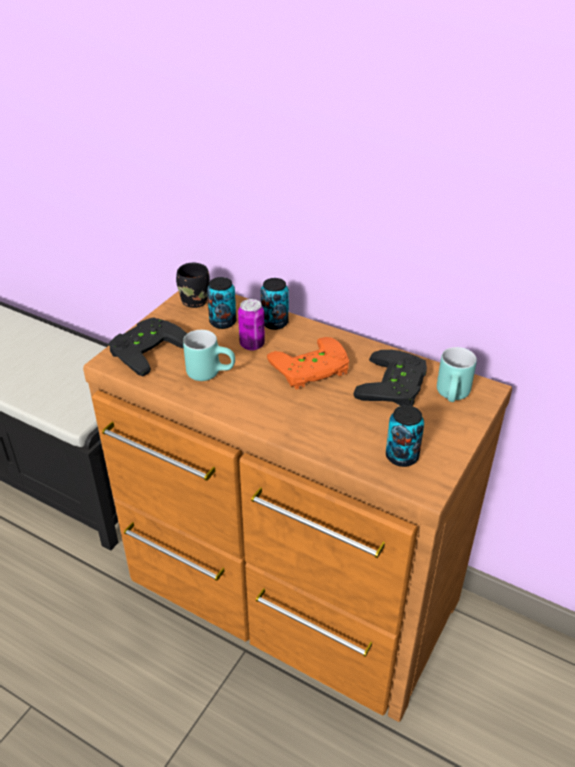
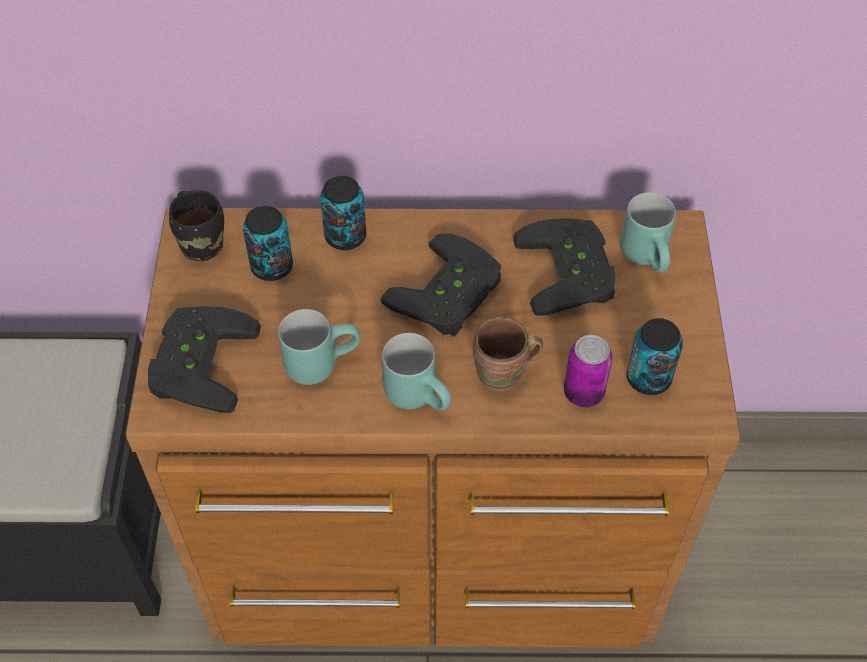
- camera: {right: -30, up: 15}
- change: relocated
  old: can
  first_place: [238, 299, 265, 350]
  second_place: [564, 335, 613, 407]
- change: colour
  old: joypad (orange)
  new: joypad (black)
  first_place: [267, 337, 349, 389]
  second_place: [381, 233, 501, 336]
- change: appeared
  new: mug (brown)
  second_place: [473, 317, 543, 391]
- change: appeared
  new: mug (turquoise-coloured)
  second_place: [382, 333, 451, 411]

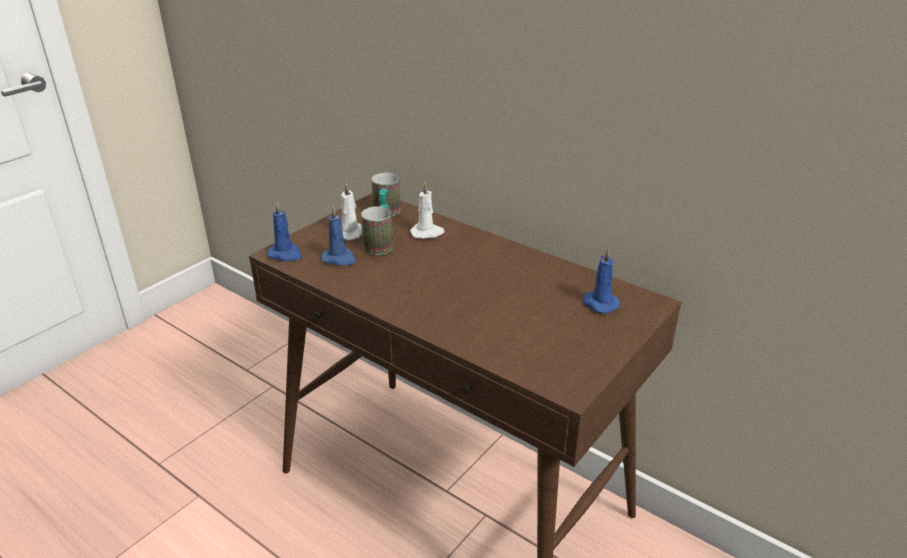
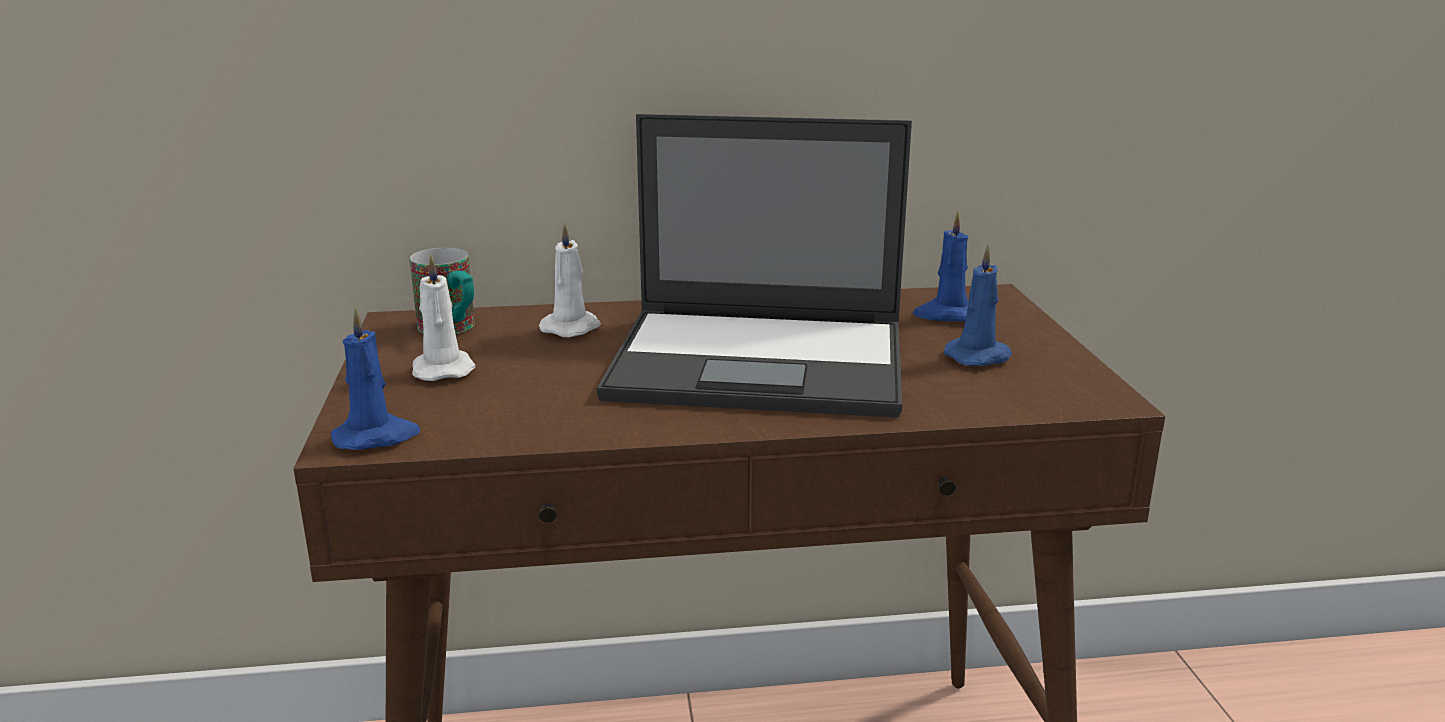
- camera: {right: -45, up: -10}
- change: missing
  old: mug
  first_place: [361, 204, 393, 255]
- change: relocated
  old: candle (blue)
  first_place: [321, 206, 357, 266]
  second_place: [944, 244, 1012, 366]
- change: appeared
  new: notebook computer
  second_place: [597, 114, 912, 418]

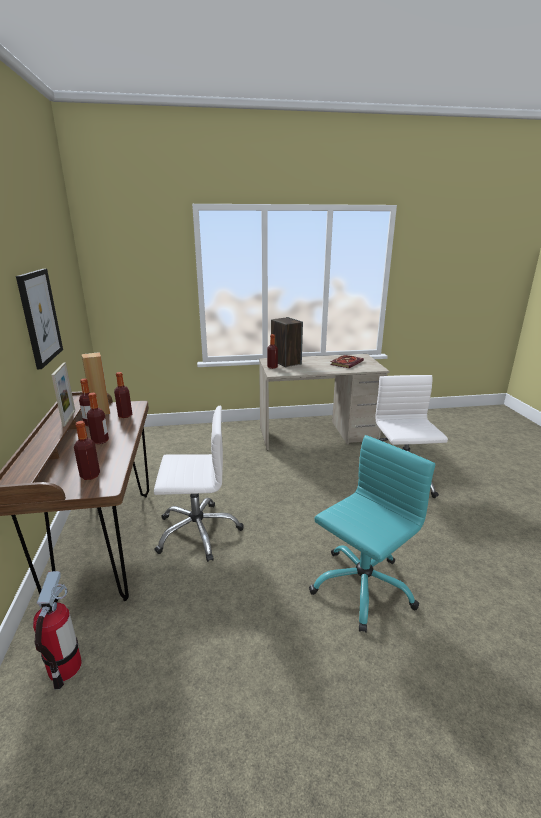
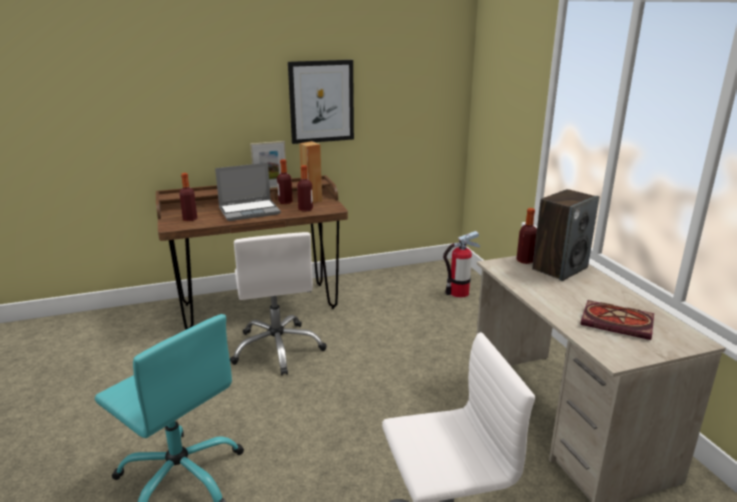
- camera: {right: 80, up: 0}
- change: exchanged
  old: drink bottle
  new: notebook computer
  first_place: [87, 393, 109, 444]
  second_place: [215, 163, 281, 221]
- change: relocated
  old: fire-fighting cylinder
  first_place: [33, 571, 82, 689]
  second_place: [443, 231, 480, 298]

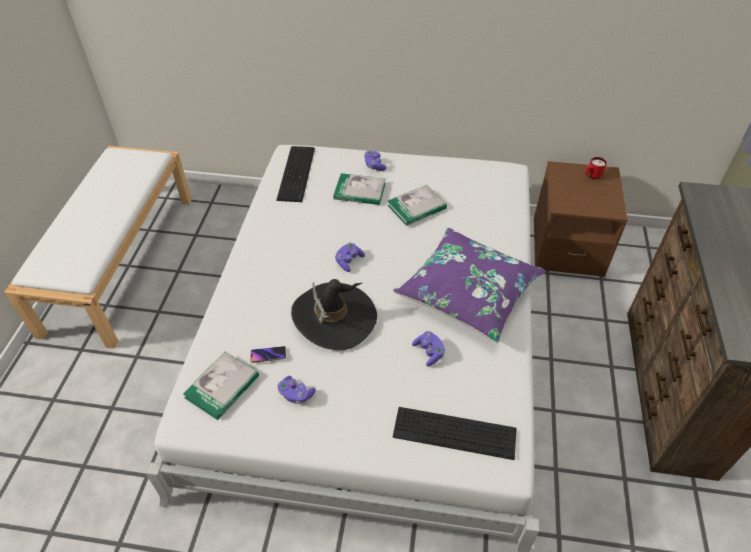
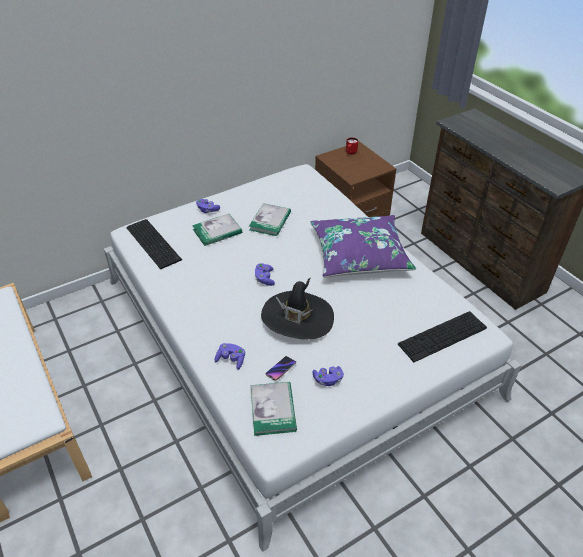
- camera: {right: -40, up: -5}
- change: relocated
  old: joypad (purplish)
  first_place: [412, 331, 445, 367]
  second_place: [215, 343, 245, 370]

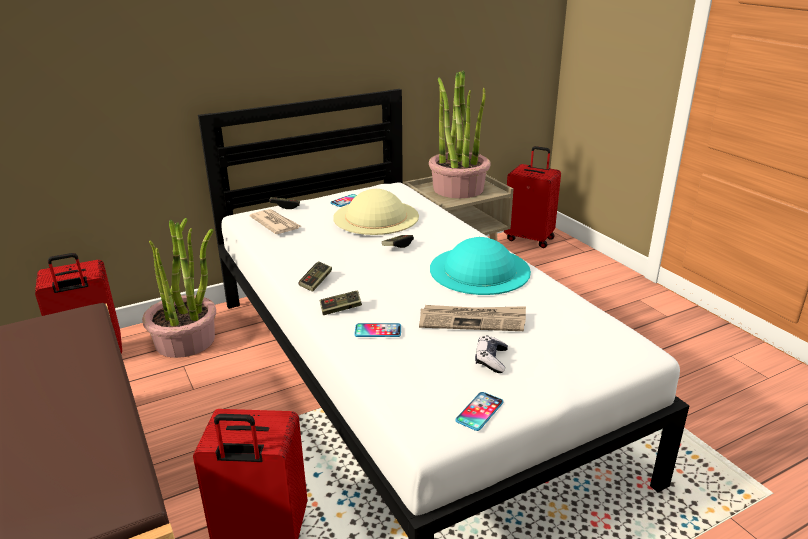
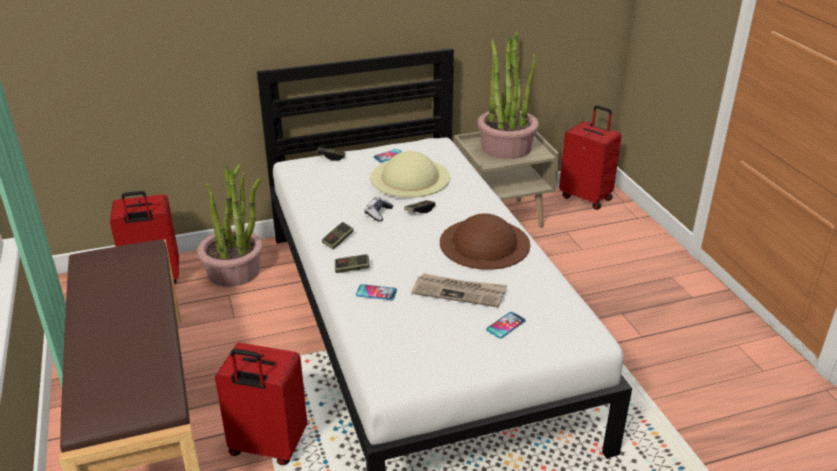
- camera: {right: 10, up: 5}
- change: missing
  old: printed paper
  first_place: [250, 209, 301, 234]
- change: colour
  old: wearable hat (turquoise-coloured)
  new: wearable hat (brown)
  first_place: [430, 237, 531, 295]
  second_place: [440, 213, 530, 270]
- change: relocated
  old: joypad
  first_place: [475, 335, 508, 373]
  second_place: [365, 197, 393, 222]
- change: relocated
  old: handset
  first_place: [455, 392, 503, 431]
  second_place: [486, 312, 526, 339]

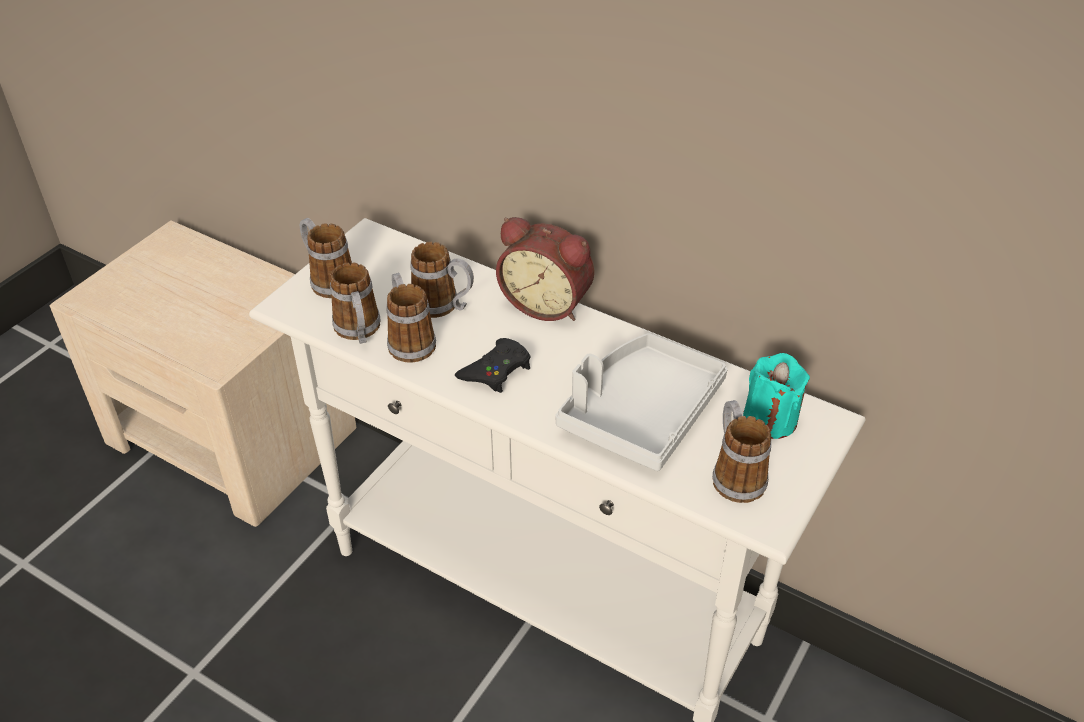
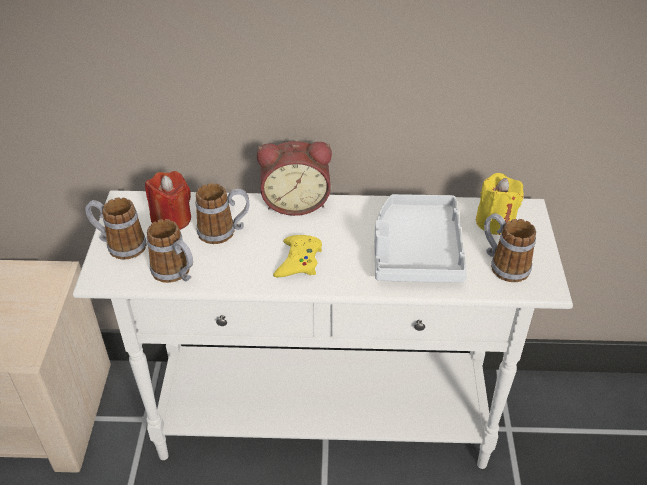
- camera: {right: -30, up: 0}
- change: missing
  old: mug
  first_place: [386, 273, 436, 363]
- change: colour
  old: joypad (black)
  new: joypad (yellowish)
  first_place: [455, 338, 530, 393]
  second_place: [273, 235, 322, 277]
- change: colour
  old: candle (turquoise-coloured)
  new: candle (yellowish)
  first_place: [743, 353, 810, 439]
  second_place: [476, 173, 524, 235]
- change: appeared
  new: candle (reddish)
  second_place: [145, 171, 191, 230]

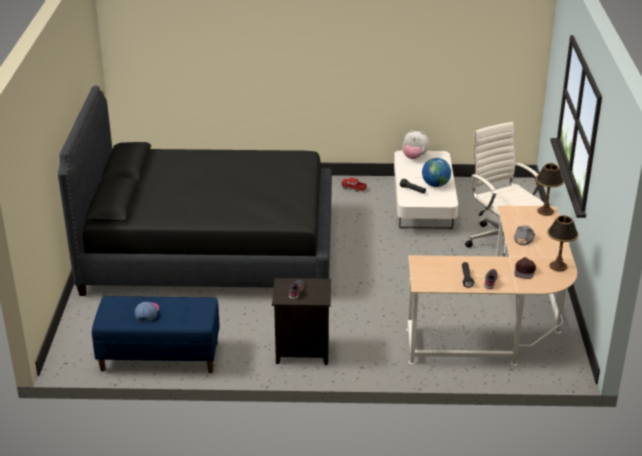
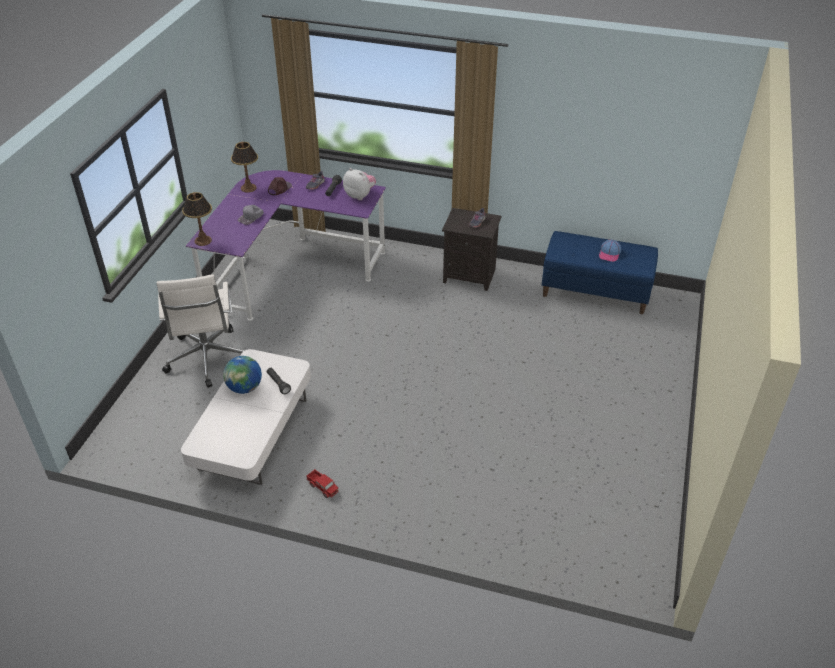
- camera: {right: -165, up: 10}
- change: missing
  old: bed (black)
  first_place: [58, 85, 332, 296]
- change: relocated
  old: soft toy
  first_place: [403, 130, 429, 159]
  second_place: [343, 168, 376, 200]
- change: colour
  old: desk unit (sand-coloured)
  new: desk unit (purplish)
  first_place: [406, 205, 577, 366]
  second_place: [186, 170, 386, 321]

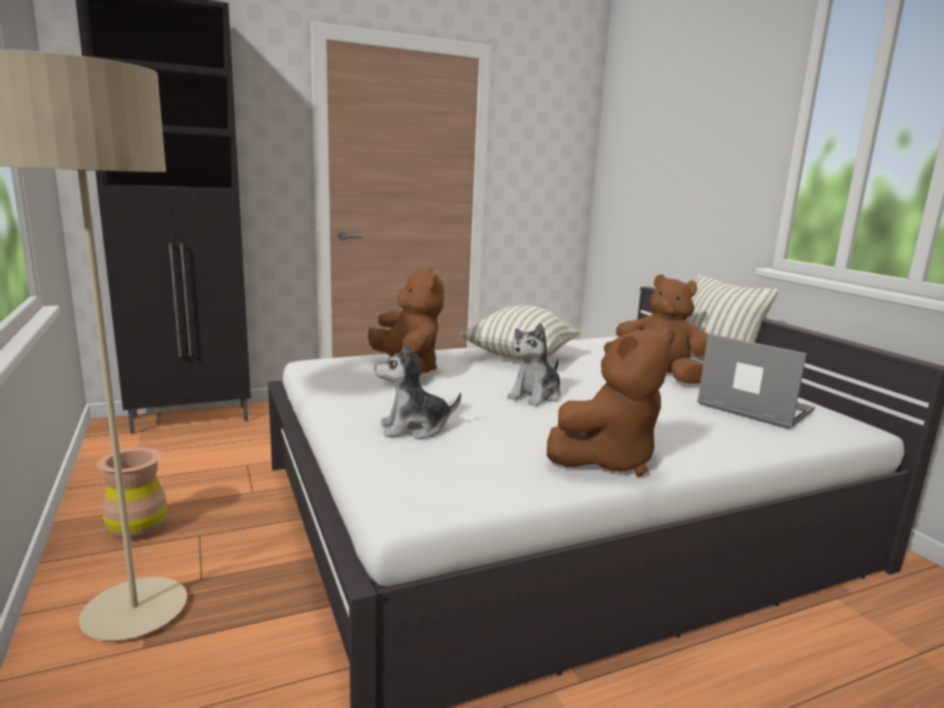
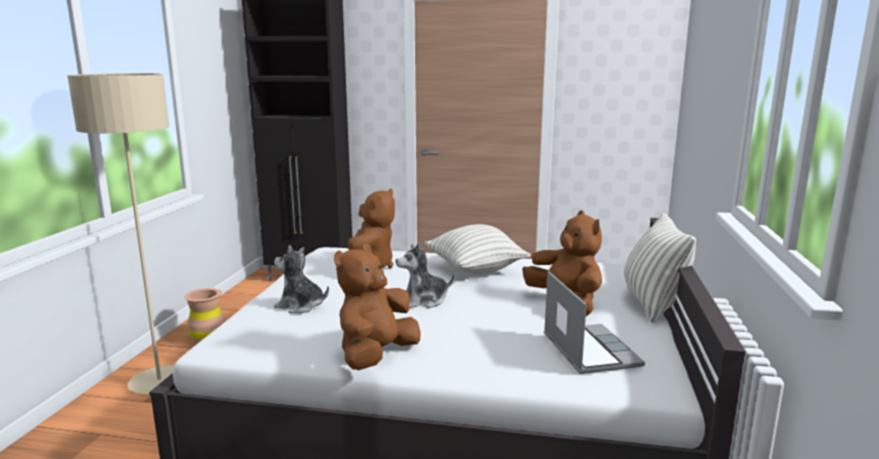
- camera: {right: 35, up: 0}
- change: spun
  old: soft toy (brown)
  first_place: [547, 330, 675, 477]
  second_place: [334, 244, 420, 370]
  degrees: 120

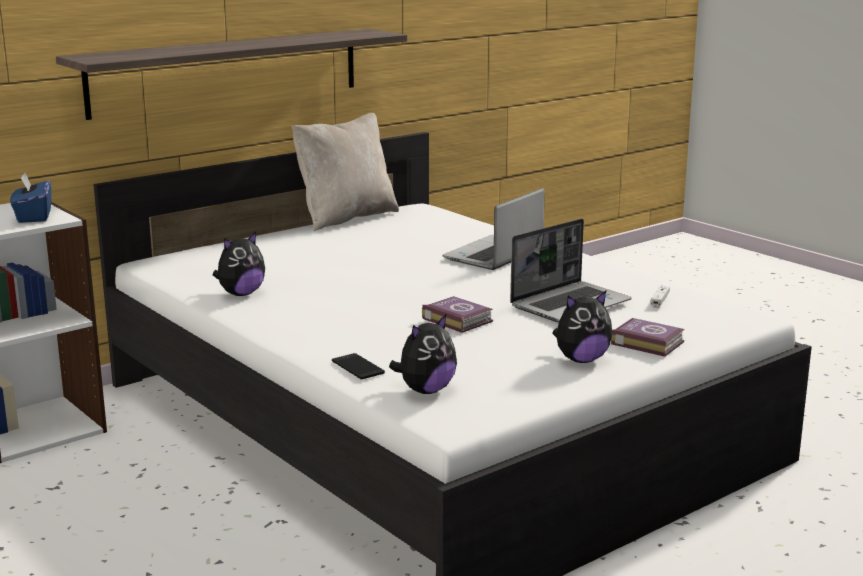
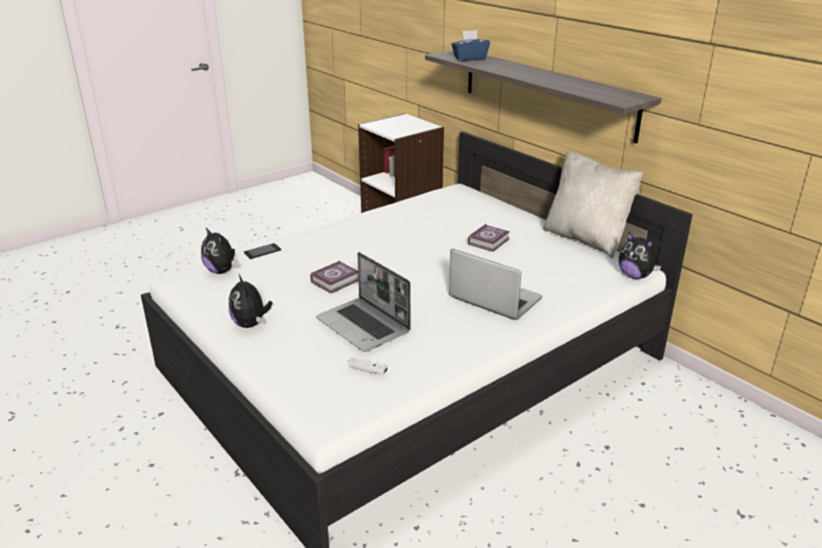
- camera: {right: 90, up: 10}
- change: relocated
  old: tissue box (blue)
  first_place: [10, 173, 51, 223]
  second_place: [451, 30, 490, 61]
- change: relocated
  old: soft toy
  first_place: [213, 231, 265, 296]
  second_place: [619, 232, 661, 279]
- change: relocated
  old: volume
  first_place: [611, 318, 685, 357]
  second_place: [468, 224, 510, 252]

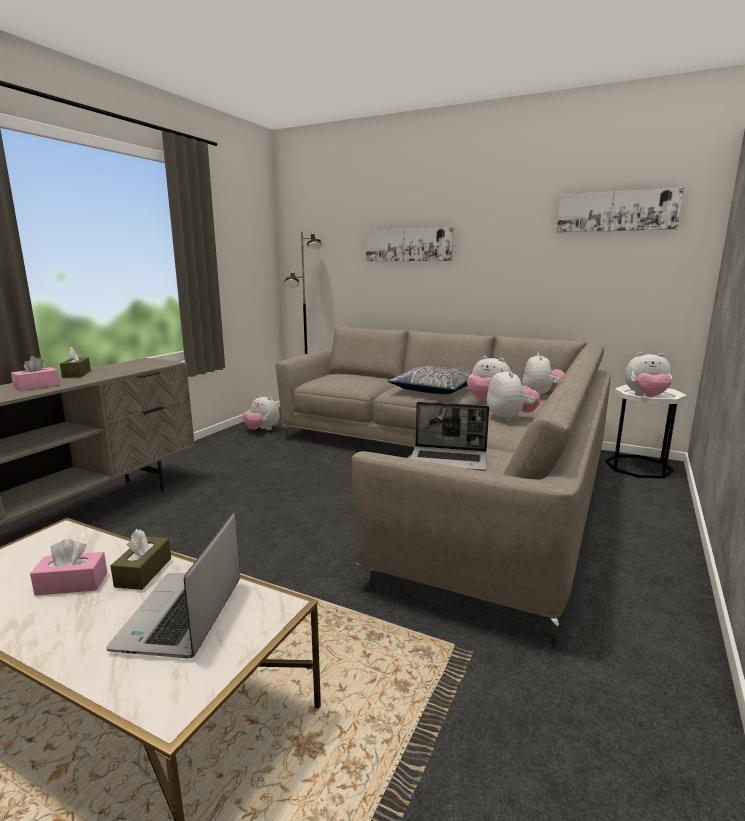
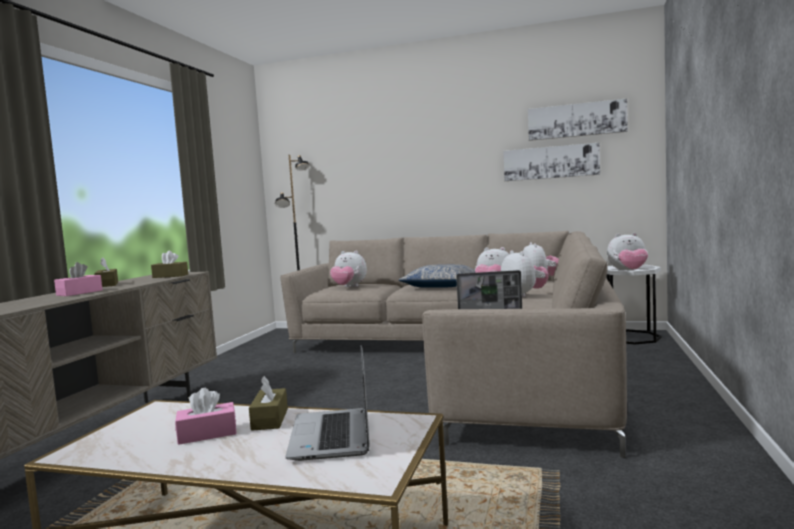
- camera: {right: -10, up: -10}
- change: relocated
  old: wall picture
  first_place: [366, 227, 453, 261]
  second_place: [503, 143, 600, 181]
- change: relocated
  old: soft toy
  first_place: [243, 395, 280, 430]
  second_place: [330, 251, 367, 287]
- change: appeared
  new: tissue box (brown)
  second_place: [151, 251, 188, 278]

